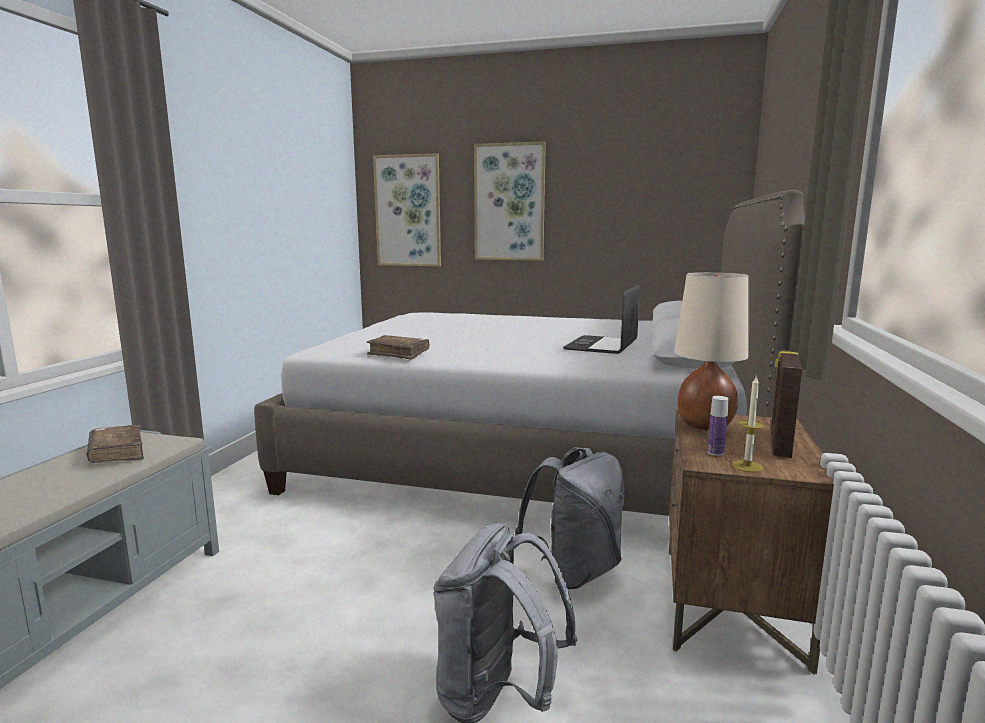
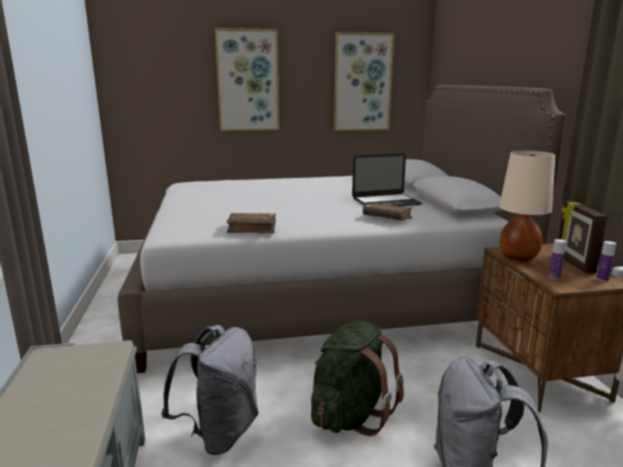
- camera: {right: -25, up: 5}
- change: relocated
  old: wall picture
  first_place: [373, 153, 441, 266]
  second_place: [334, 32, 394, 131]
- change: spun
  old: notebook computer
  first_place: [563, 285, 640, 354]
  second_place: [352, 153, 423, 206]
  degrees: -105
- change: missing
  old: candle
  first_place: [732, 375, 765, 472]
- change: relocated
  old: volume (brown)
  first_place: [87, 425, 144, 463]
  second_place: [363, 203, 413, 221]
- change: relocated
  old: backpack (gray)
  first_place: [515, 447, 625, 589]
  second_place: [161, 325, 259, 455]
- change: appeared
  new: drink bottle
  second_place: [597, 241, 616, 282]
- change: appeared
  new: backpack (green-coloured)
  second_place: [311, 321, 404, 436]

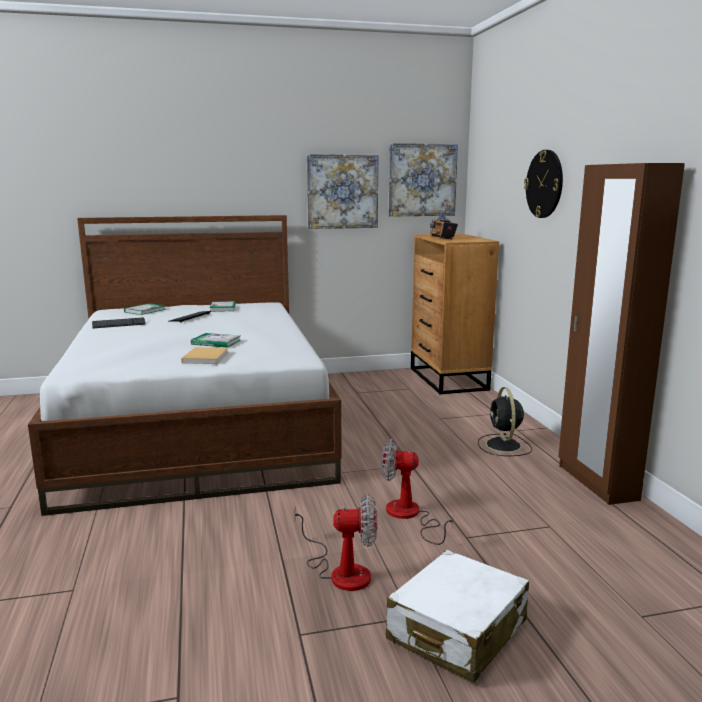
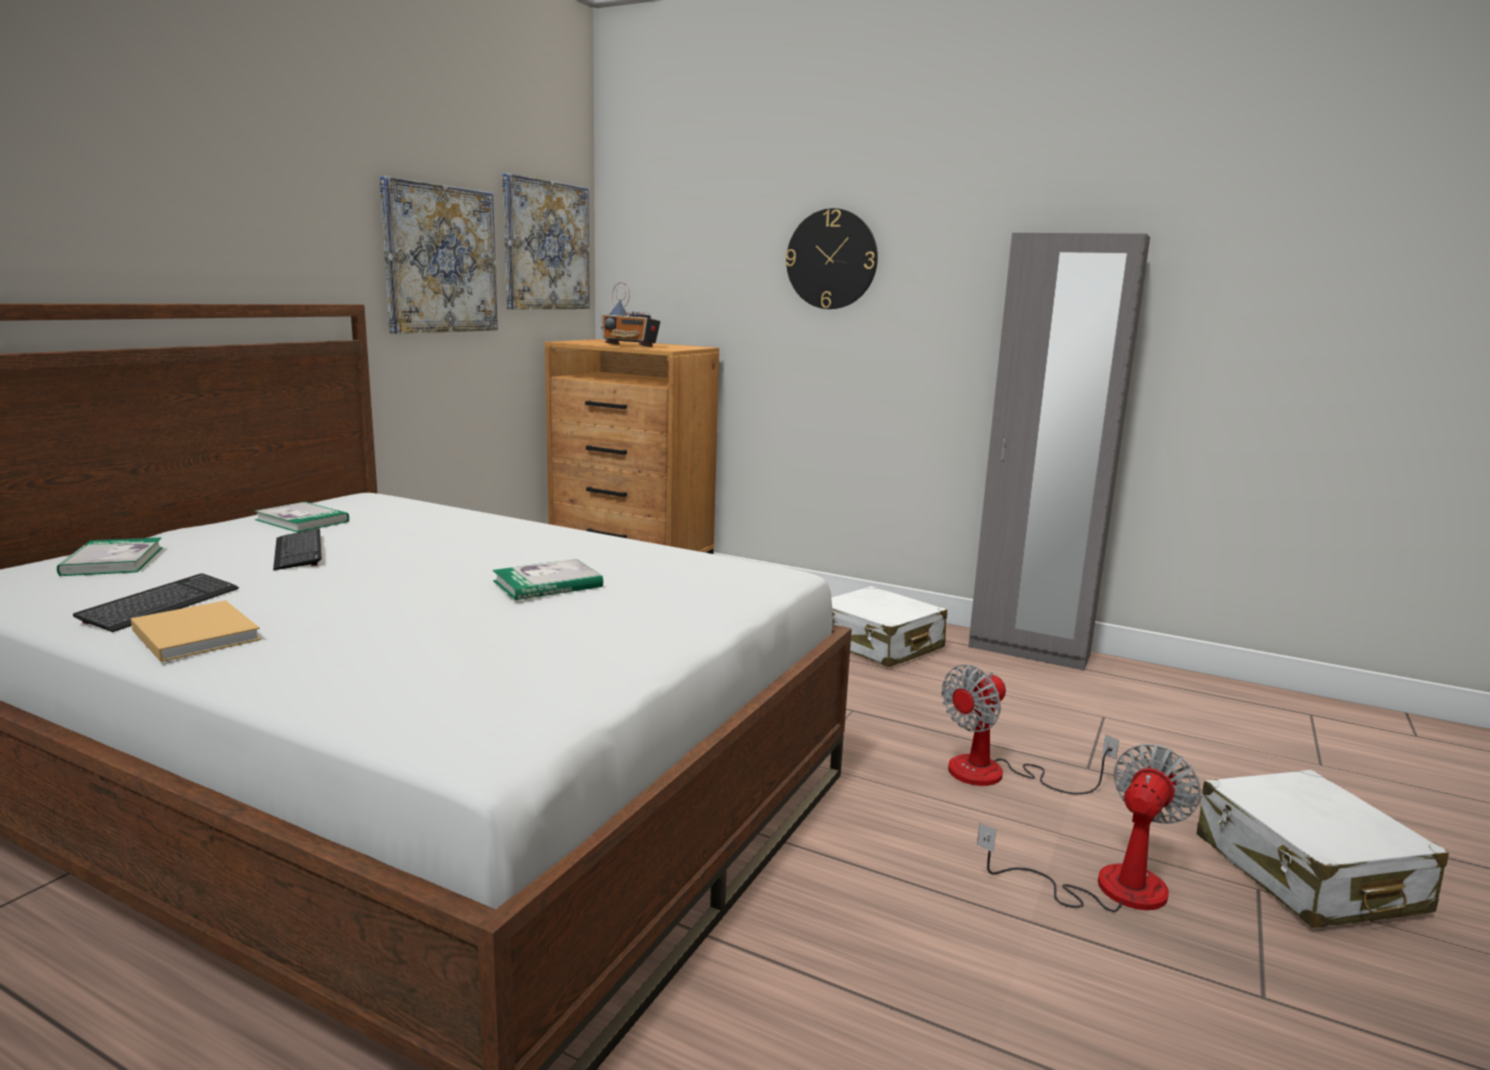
- camera: {right: -50, up: 0}
- change: colour
  old: armoire (brown)
  new: armoire (gray)
  first_place: [558, 163, 685, 505]
  second_place: [968, 233, 1150, 671]
- change: relocated
  old: volume (sand-coloured)
  first_place: [181, 347, 228, 364]
  second_place: [131, 600, 261, 662]
- change: exchanged
  old: electric fan (black)
  new: travel case (whitish)
  first_place: [478, 387, 532, 456]
  second_place: [831, 586, 947, 667]

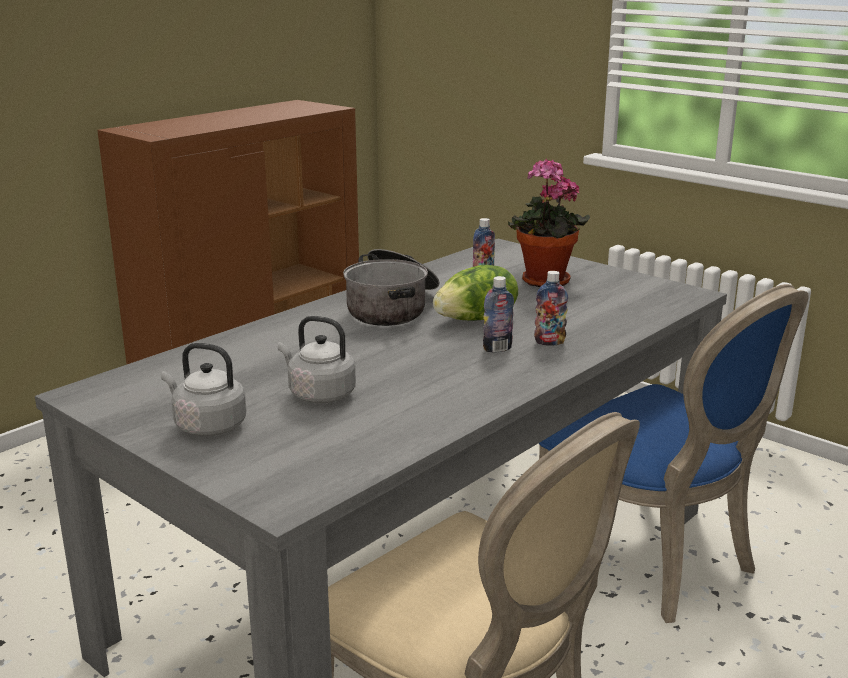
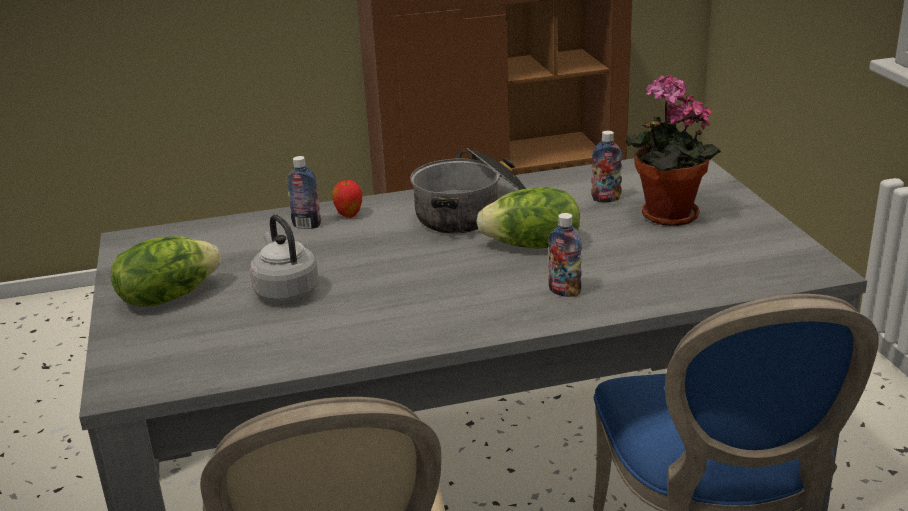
- camera: {right: 35, up: 5}
- change: relocated
  old: drink bottle
  first_place: [483, 276, 514, 352]
  second_place: [287, 156, 321, 229]
- change: exchanged
  old: water kettle (gray)
  new: head of lettuce
  first_place: [161, 343, 246, 436]
  second_place: [111, 236, 221, 306]
- change: appeared
  new: whole apple
  second_place: [332, 180, 362, 218]

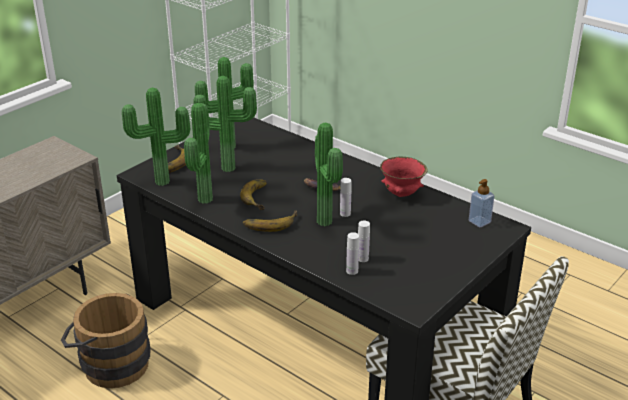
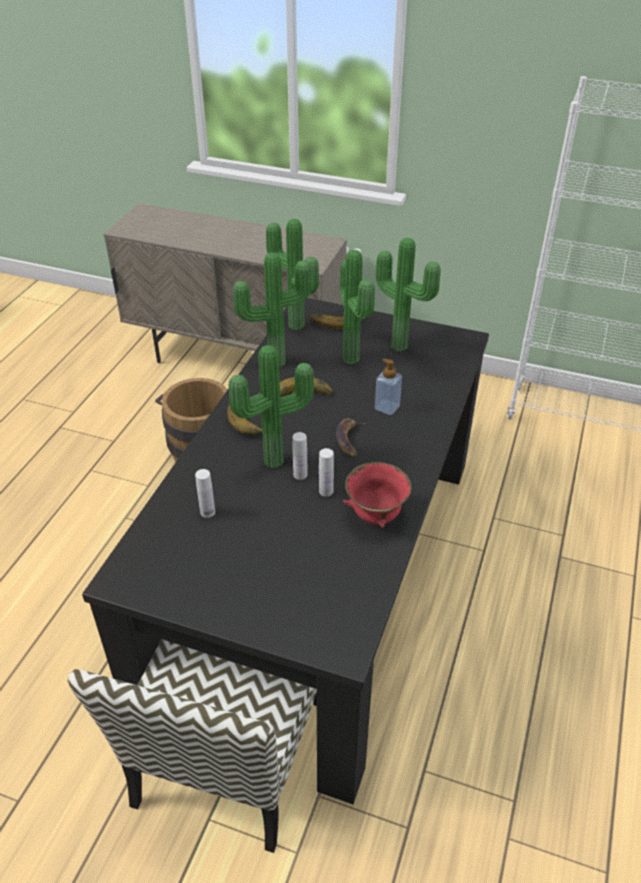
- camera: {right: 70, up: 10}
- change: relocated
  old: soap dispenser
  first_place: [469, 179, 494, 227]
  second_place: [375, 358, 402, 415]
- change: relocated
  old: drink bottle (whitish)
  first_place: [346, 232, 359, 275]
  second_place: [319, 448, 334, 497]

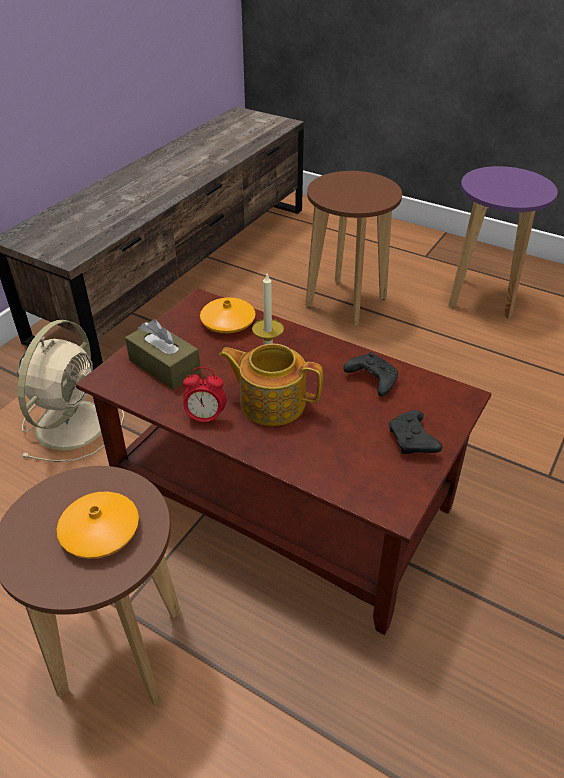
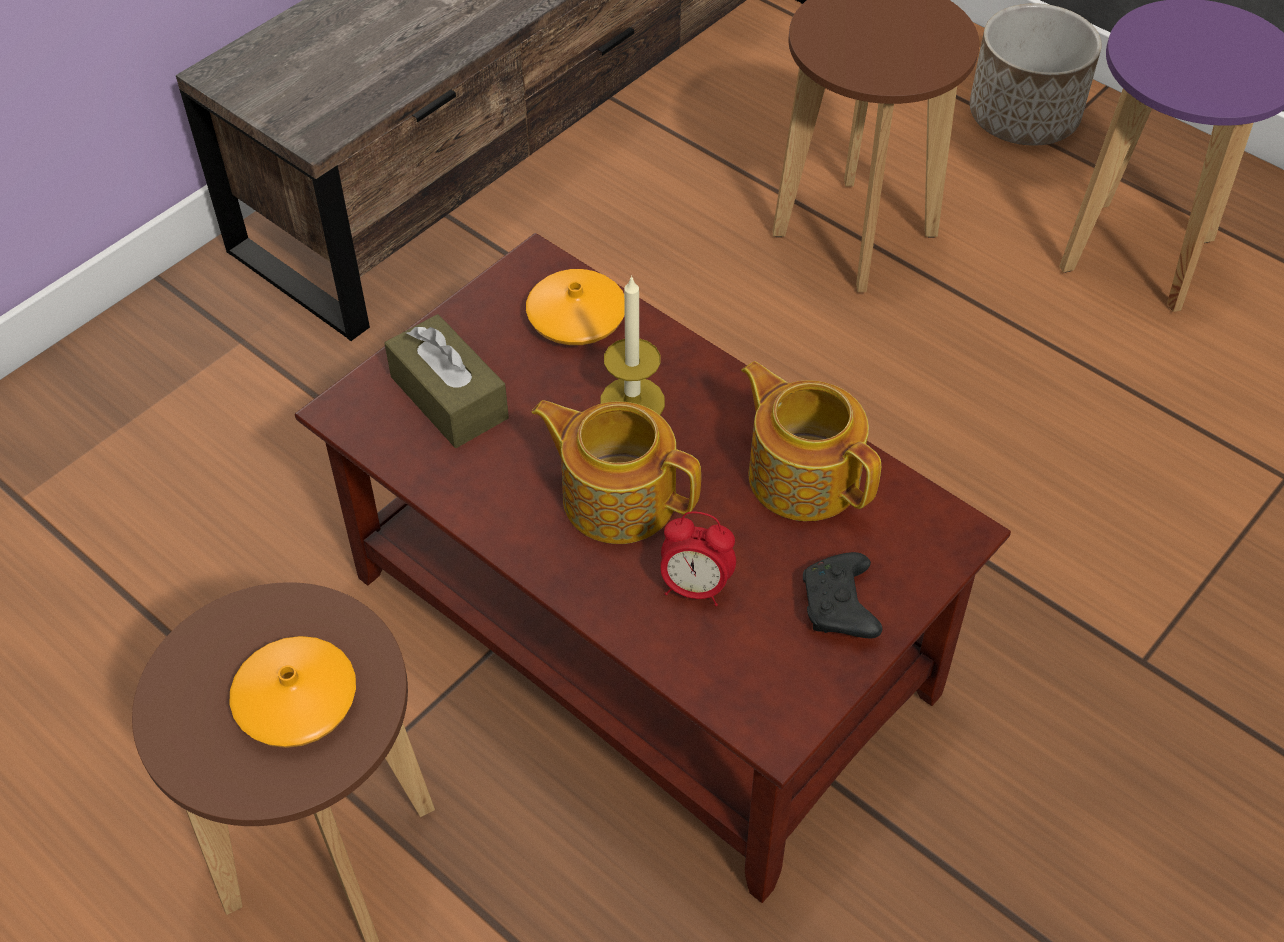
- camera: {right: 10, up: 10}
- change: missing
  old: electric fan (sand-coloured)
  first_place: [17, 320, 124, 462]
- change: exchanged
  old: joypad (black)
  new: tea pot
  first_place: [344, 352, 398, 396]
  second_place: [741, 361, 881, 521]
- change: relocated
  old: bedside clock
  first_place: [183, 367, 226, 426]
  second_place: [660, 511, 736, 606]
- change: appeared
  new: flower pot
  second_place: [970, 3, 1102, 145]

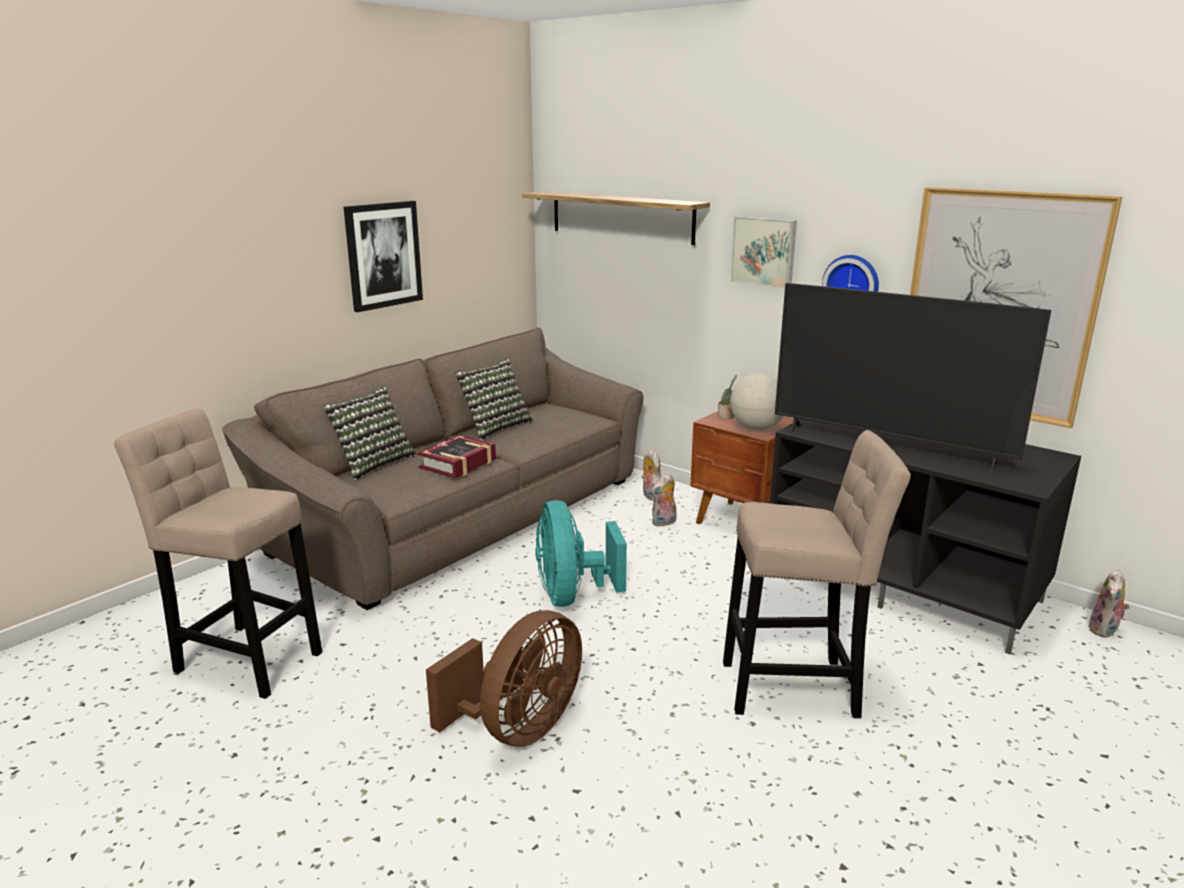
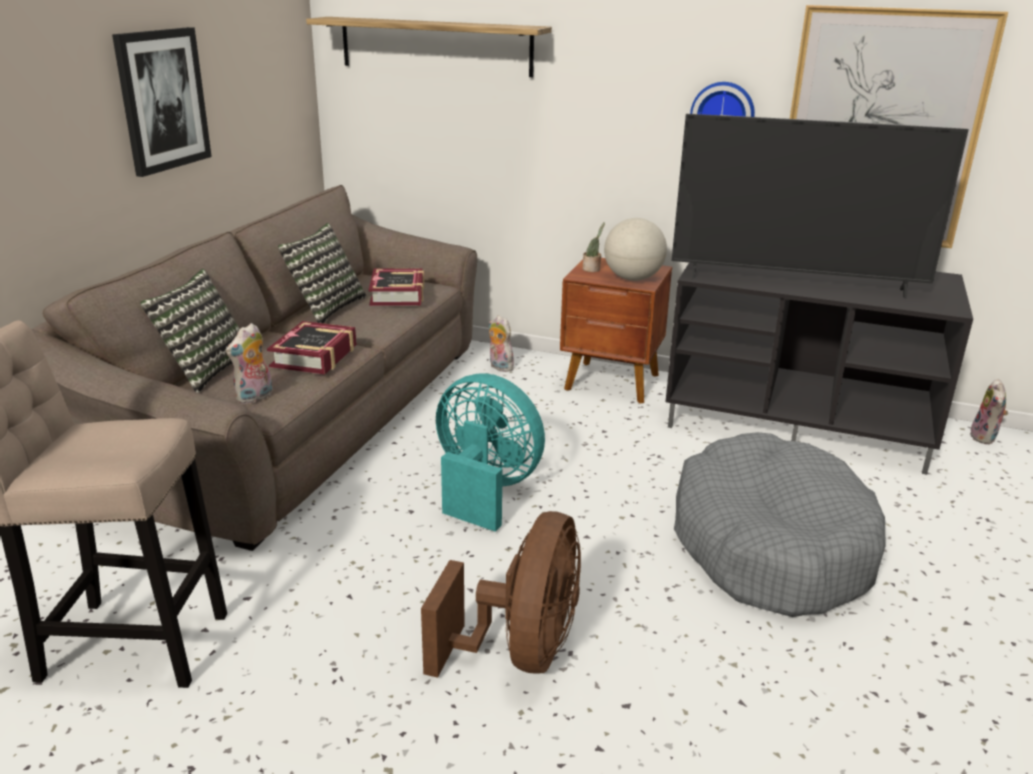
- camera: {right: -20, up: 5}
- change: missing
  old: wall picture
  first_place: [730, 216, 797, 288]
- change: exchanged
  old: stool seat (sand-coloured)
  new: pet bed (gray)
  first_place: [723, 430, 911, 718]
  second_place: [674, 432, 886, 617]
- change: relocated
  old: soft toy
  first_place: [651, 473, 676, 527]
  second_place: [226, 323, 273, 404]
- change: spun
  old: electric fan (turquoise-coloured)
  first_place: [535, 500, 627, 607]
  second_place: [436, 373, 545, 532]
  degrees: 150
- change: appeared
  new: volume
  second_place: [369, 268, 424, 306]

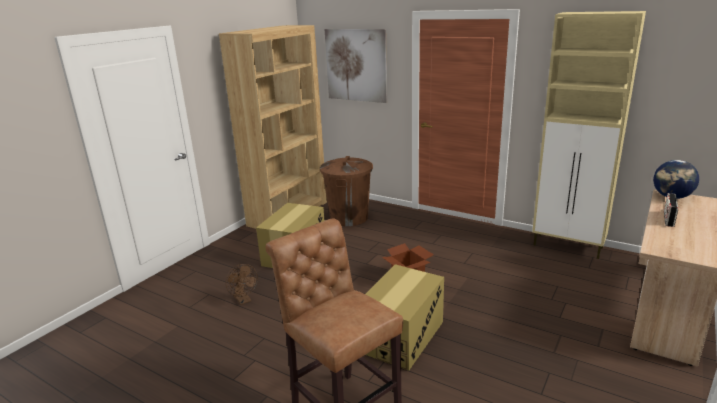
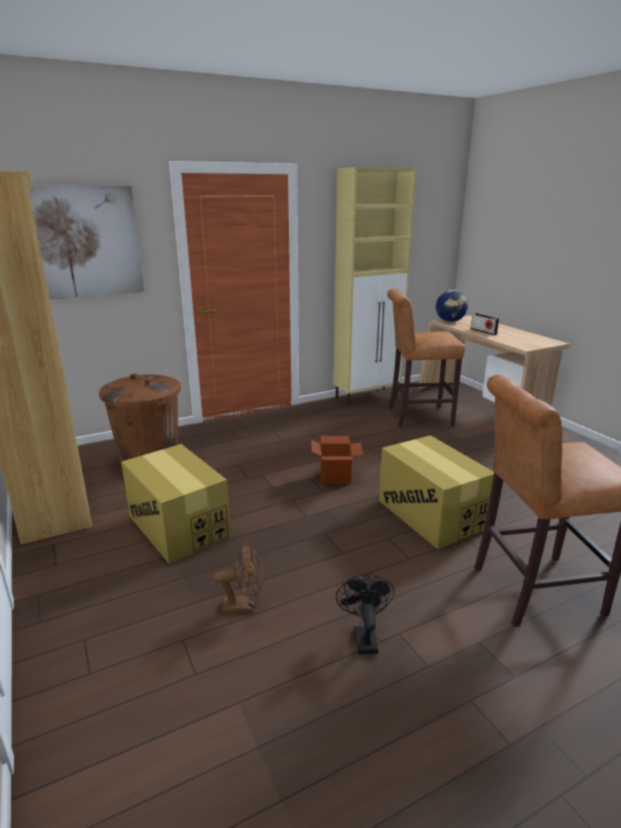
- camera: {right: -60, up: 0}
- change: appeared
  new: stool seat (brown)
  second_place: [387, 288, 465, 427]
- change: appeared
  new: electric fan (black)
  second_place: [336, 574, 395, 654]

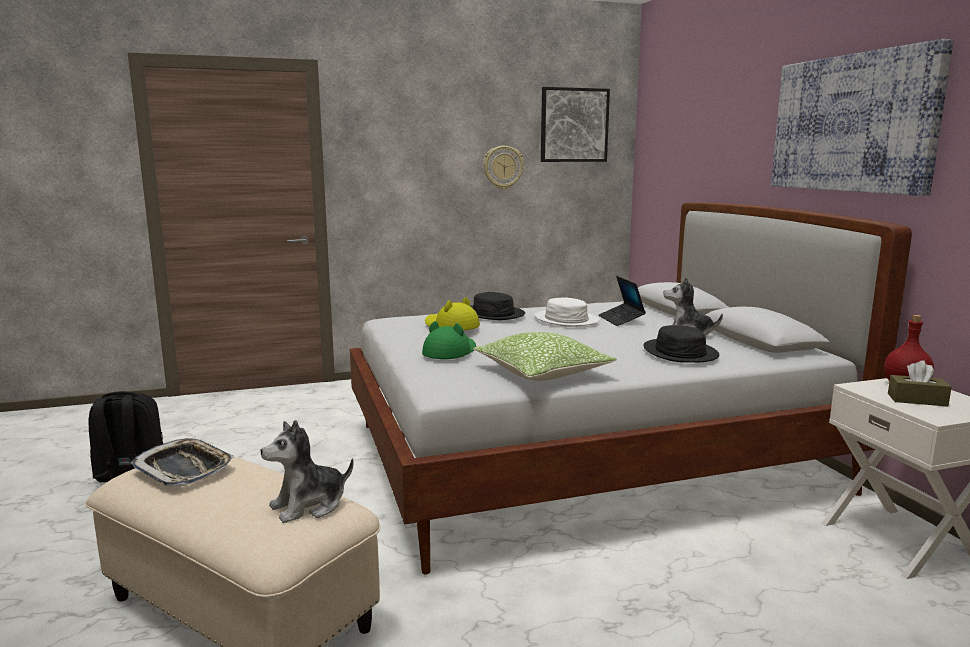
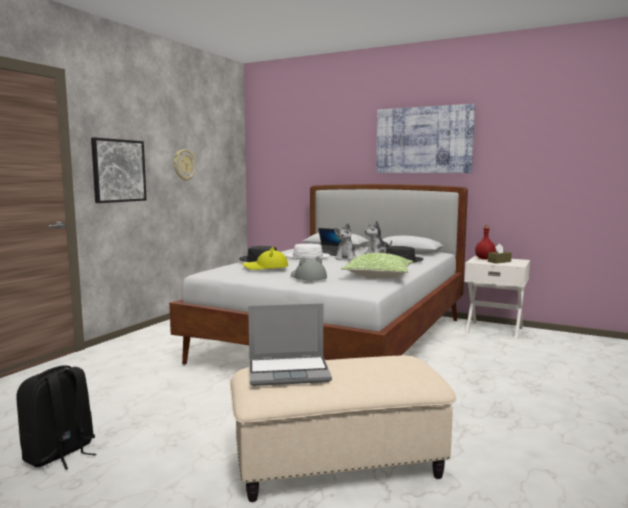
- camera: {right: -45, up: -5}
- change: relocated
  old: wall picture
  first_place: [541, 87, 610, 162]
  second_place: [91, 137, 147, 203]
- change: colour
  old: wearable hat (green-coloured)
  new: wearable hat (gray)
  first_place: [422, 321, 476, 359]
  second_place: [291, 256, 327, 280]
- change: relocated
  old: soft toy
  first_place: [260, 420, 354, 523]
  second_place: [334, 223, 357, 261]
- change: exchanged
  old: carrying tray
  new: notebook computer
  first_place: [131, 438, 234, 487]
  second_place: [248, 303, 332, 386]

